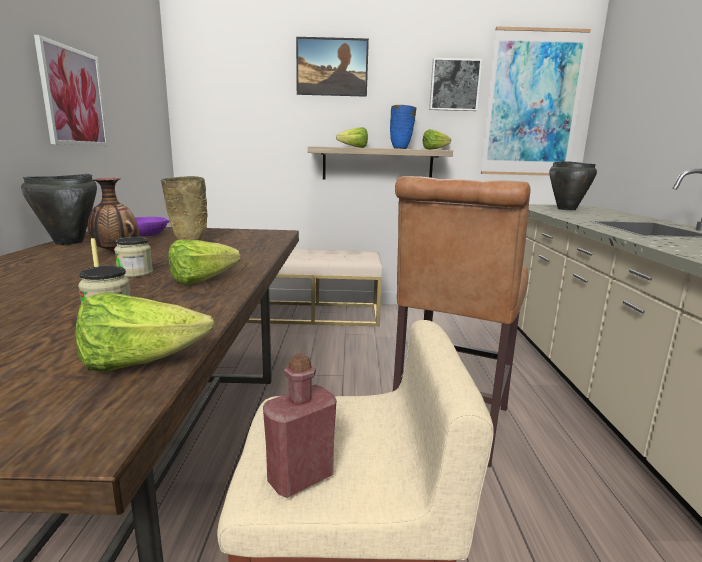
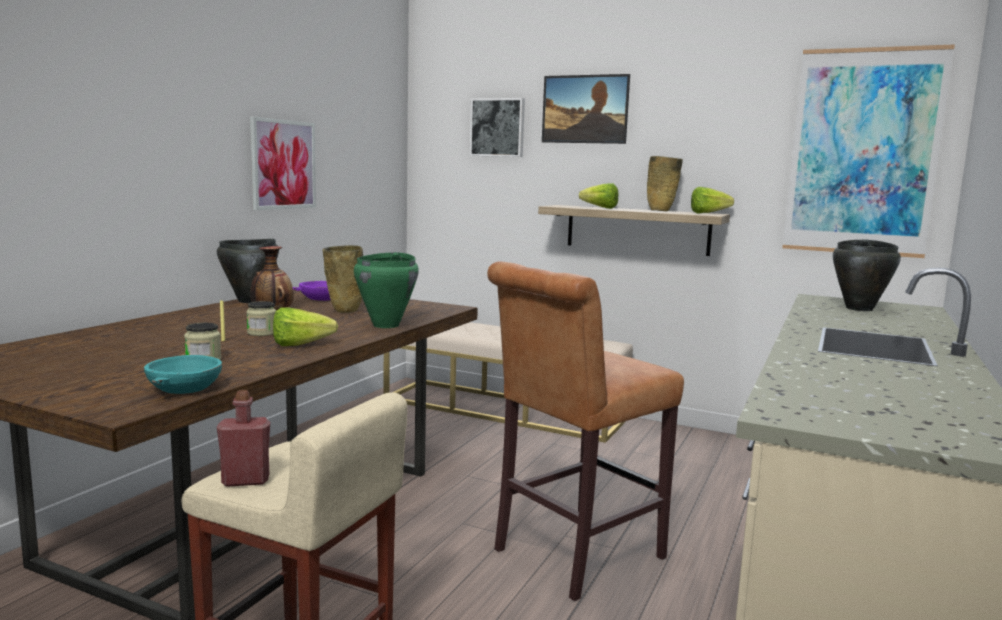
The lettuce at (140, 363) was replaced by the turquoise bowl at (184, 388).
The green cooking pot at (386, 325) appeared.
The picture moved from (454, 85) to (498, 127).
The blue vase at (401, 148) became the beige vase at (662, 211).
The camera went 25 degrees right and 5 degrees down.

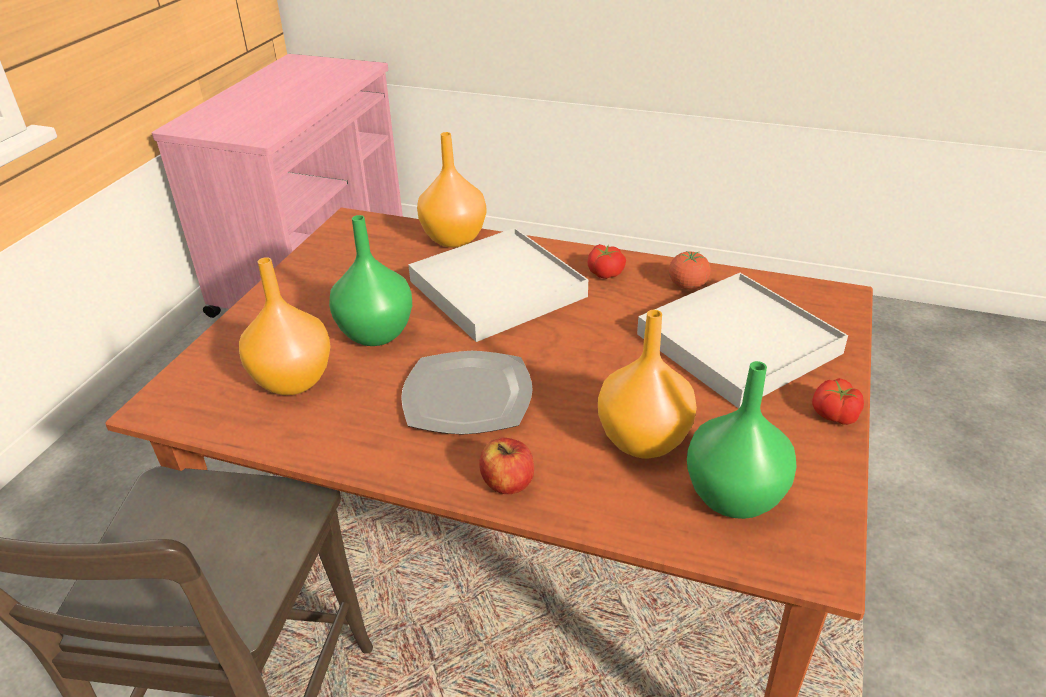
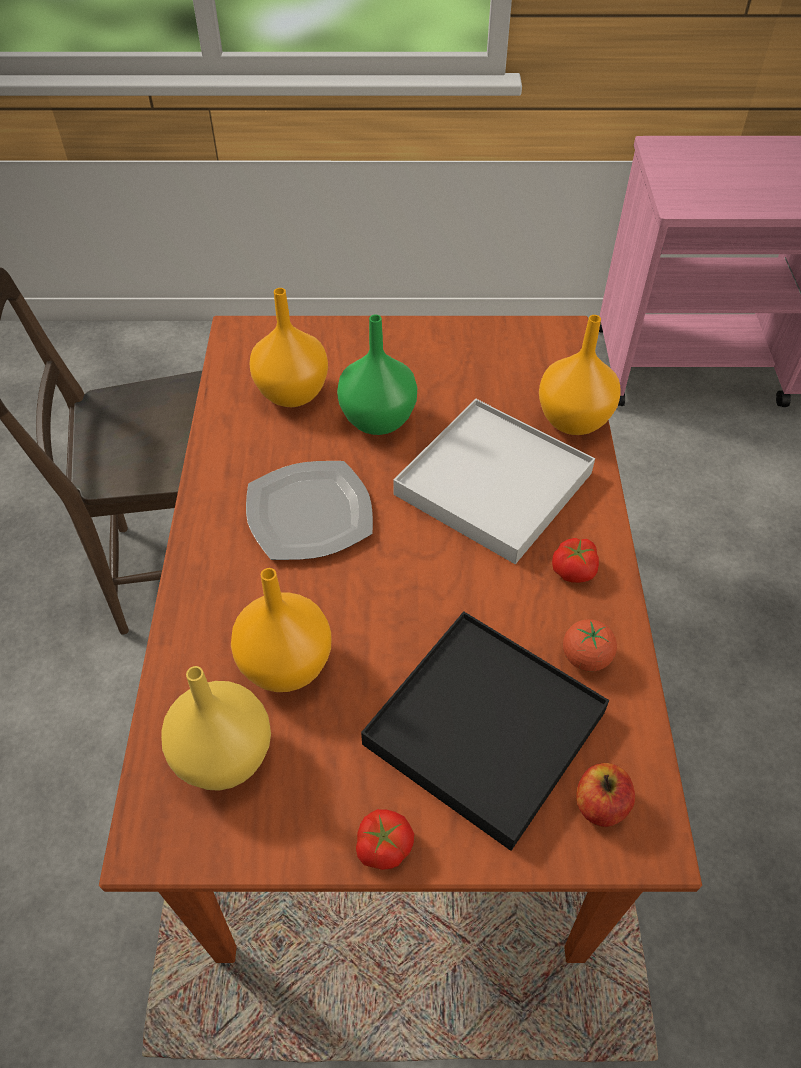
The green vase at (733, 499) became the yellow vase at (222, 756).
The white tray at (737, 344) became the black tray at (484, 728).
The apple moved from (508, 483) to (600, 805).
The camera went 70 degrees right and 15 degrees up.

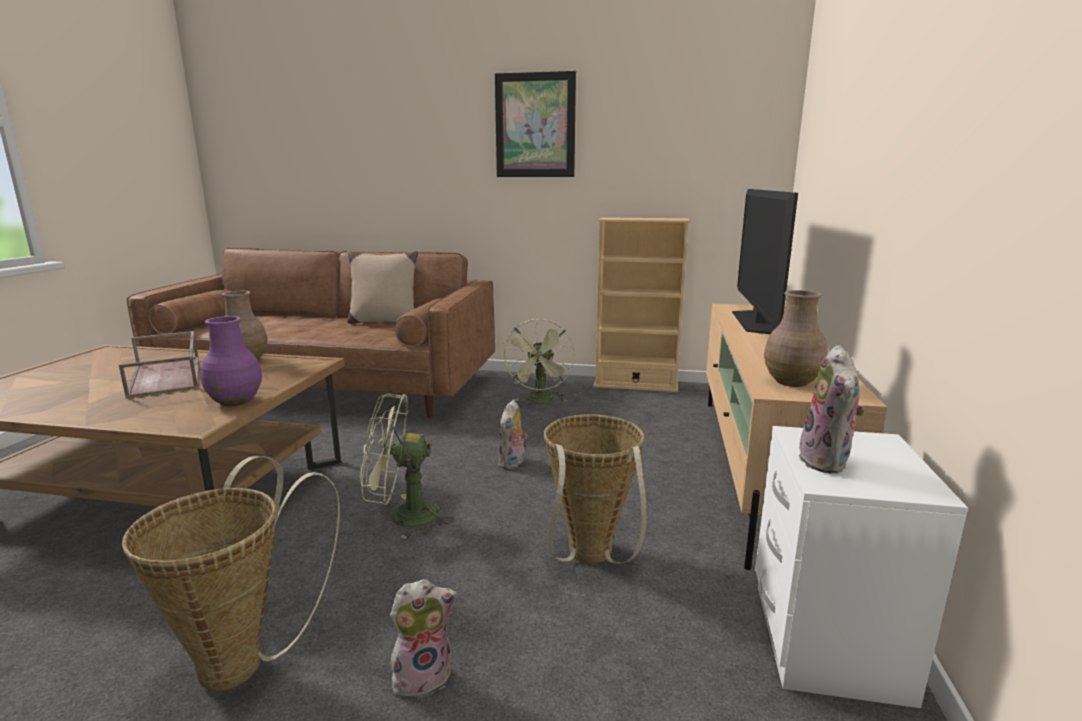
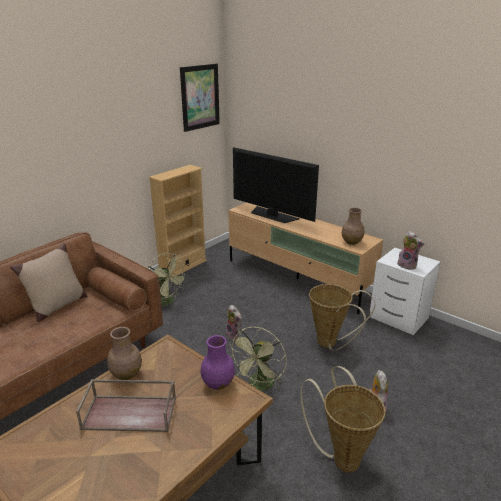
The picture moved from (535, 126) to (200, 97).
The camera went 60 degrees left and 10 degrees up.

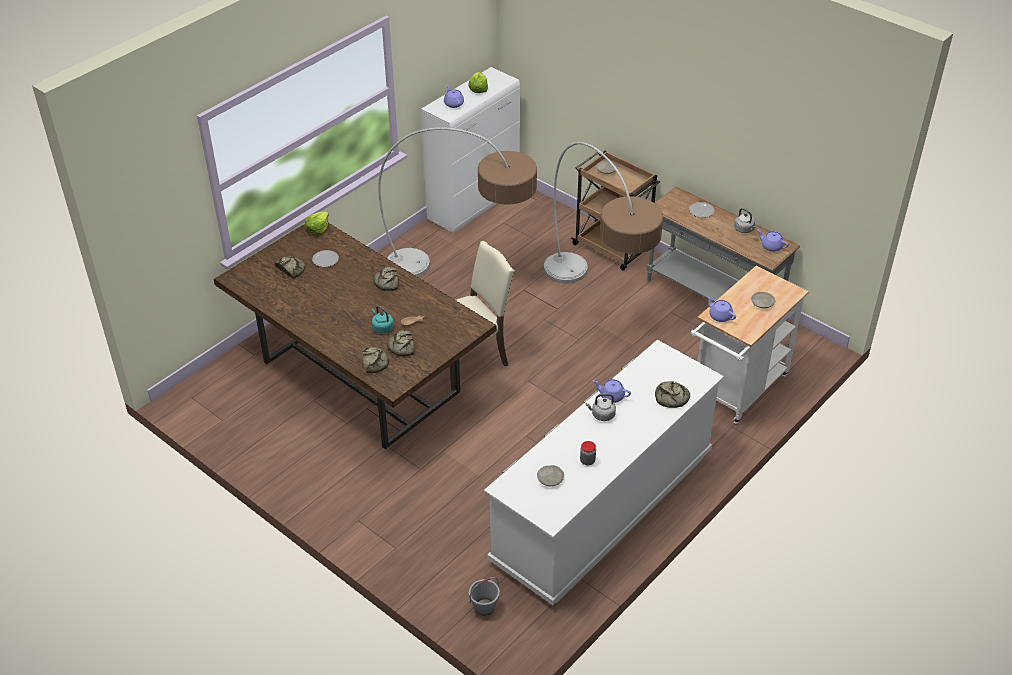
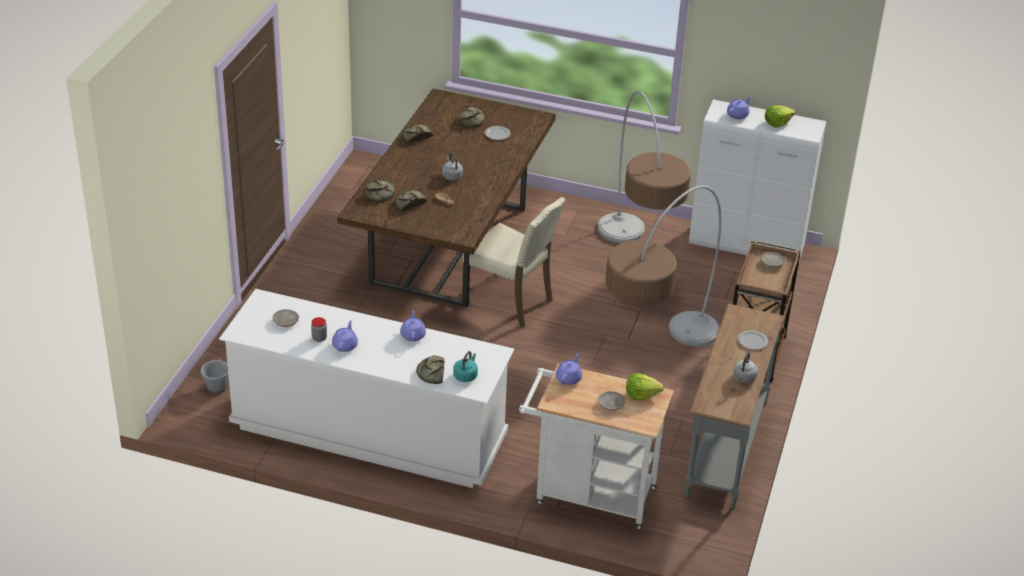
The purple teapot moved from (771, 246) to (345, 345).
The bread moved from (387, 282) to (416, 137).
The grey kettle moved from (602, 415) to (451, 176).
The turquoise kettle moved from (382, 328) to (466, 375).
The lettuce moved from (318, 229) to (641, 394).
The camera went 65 degrees right and 5 degrees down.

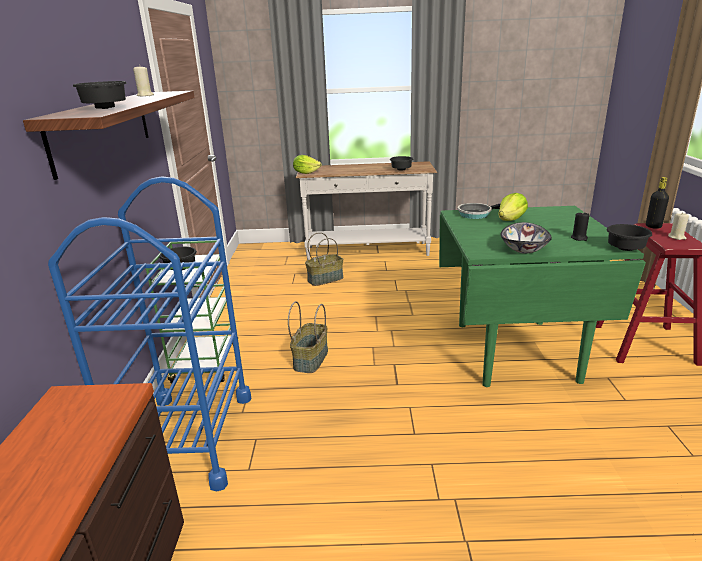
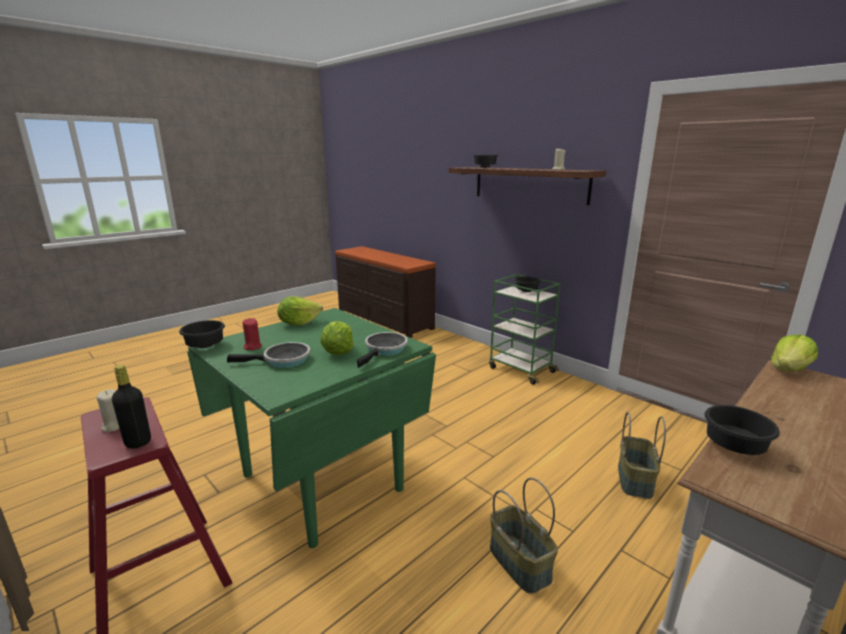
The frying pan at (283, 360) appeared.
The black candle at (579, 238) became the red candle at (252, 347).
The bowl at (524, 249) was replaced by the lettuce at (299, 323).
The basket moved from (310, 359) to (521, 563).
The blue cart at (188, 439) disappeared.
The camera went 135 degrees right and 5 degrees down.

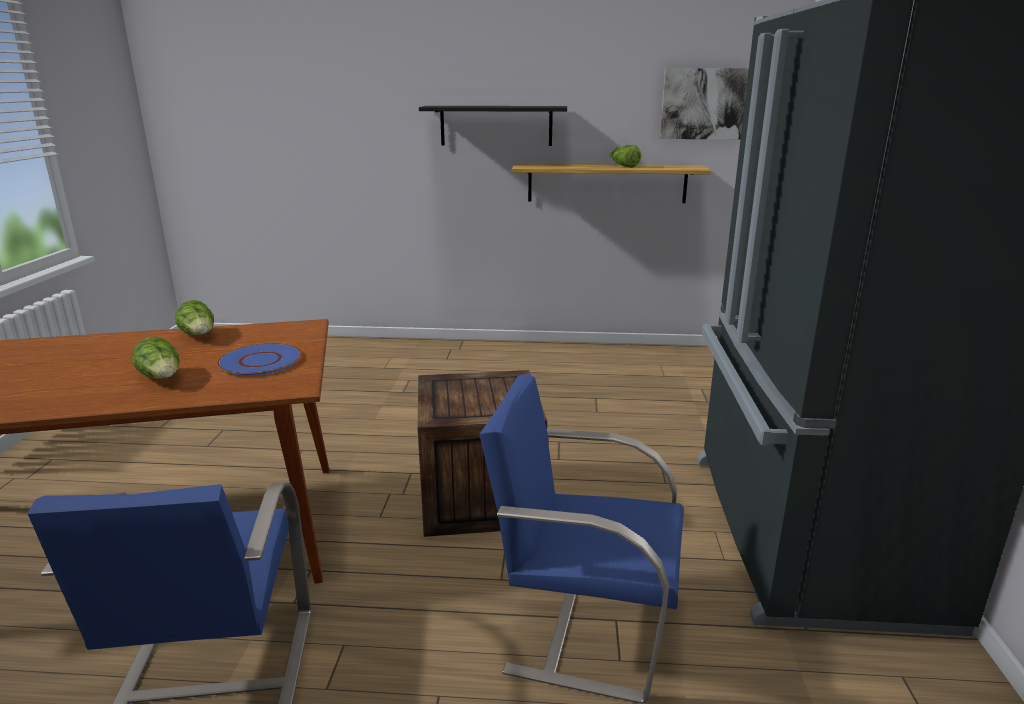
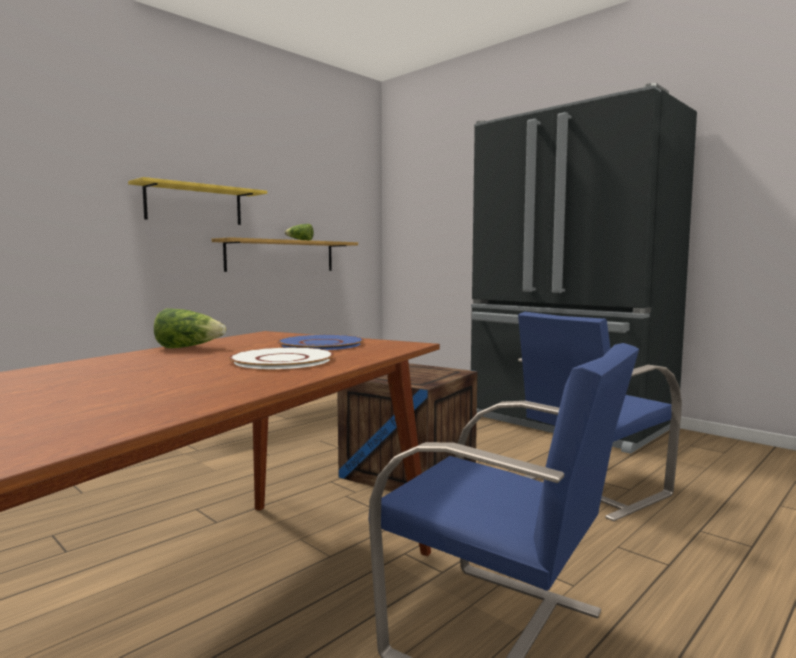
The black shelf at (496, 125) became the yellow shelf at (194, 205).
The lettuce at (162, 378) was replaced by the white plate at (282, 360).
The picture at (712, 104) disappeared.
The camera went 50 degrees left and 15 degrees down.

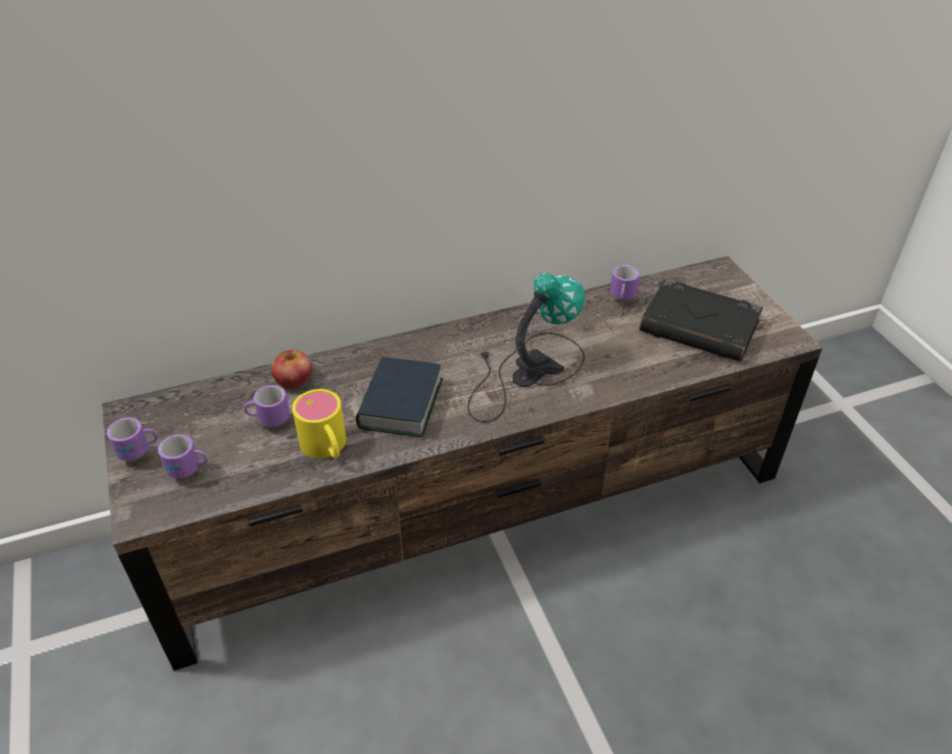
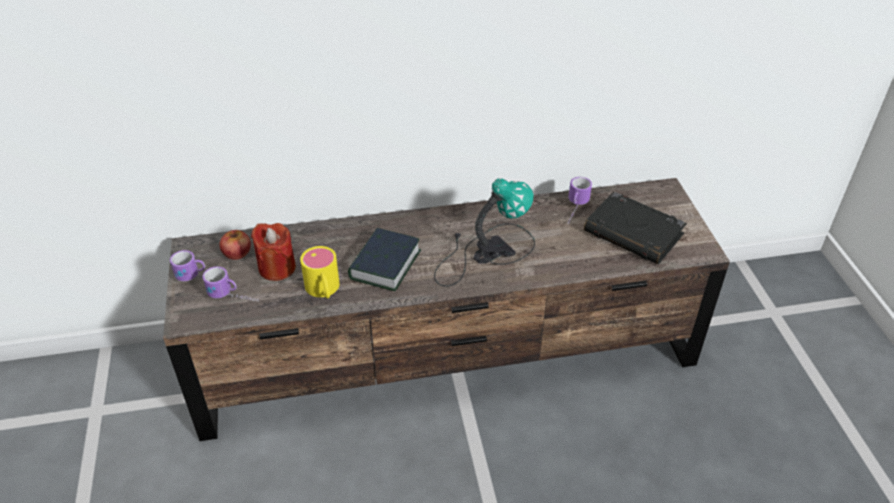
The apple moved from (293, 379) to (237, 252).
The mug at (256, 426) was replaced by the red candle at (277, 268).
The camera went 10 degrees right and 0 degrees up.

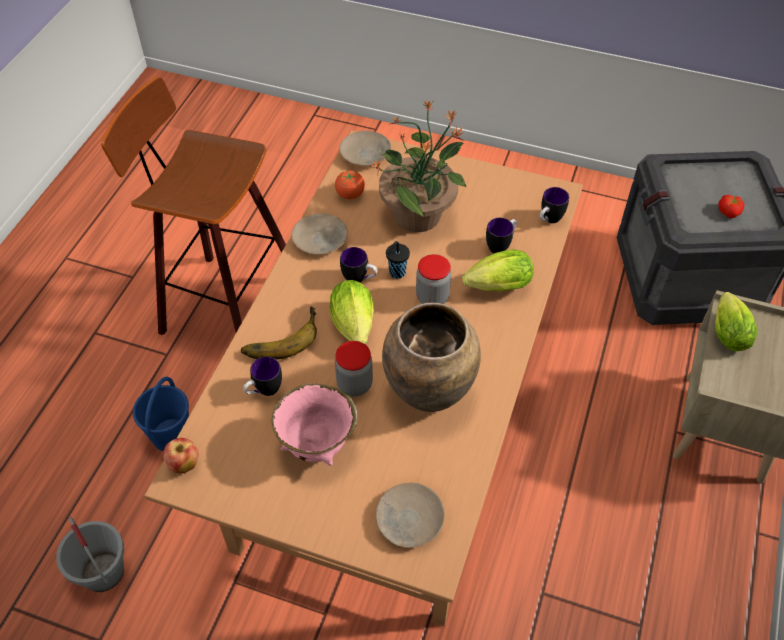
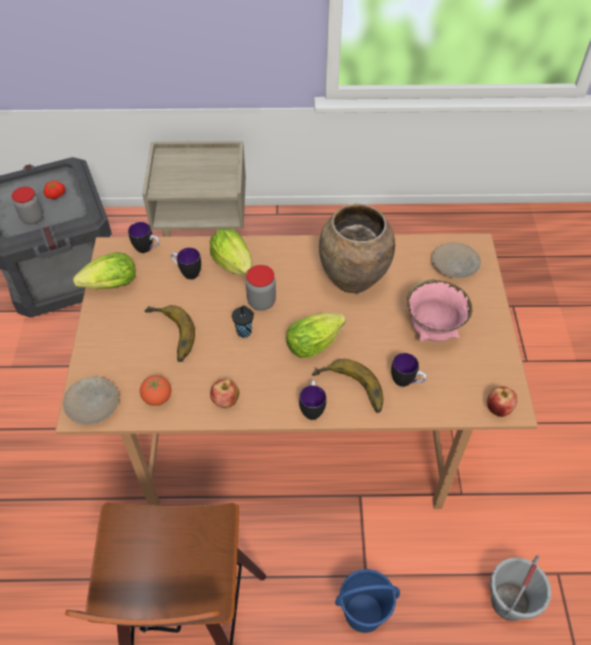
The jar moved from (354, 384) to (32, 218).
The lettuce moved from (727, 331) to (107, 286).
The potted plant at (419, 215) was replaced by the banana at (168, 336).
The beige plate at (320, 239) was replaced by the apple at (225, 401).
The mug moved from (359, 279) to (312, 408).
The camera went 110 degrees left and 0 degrees up.

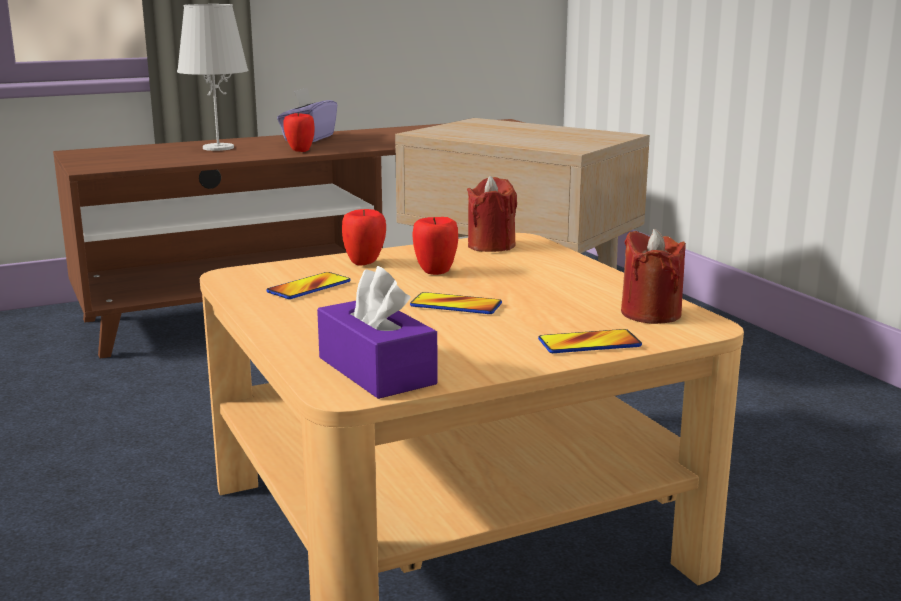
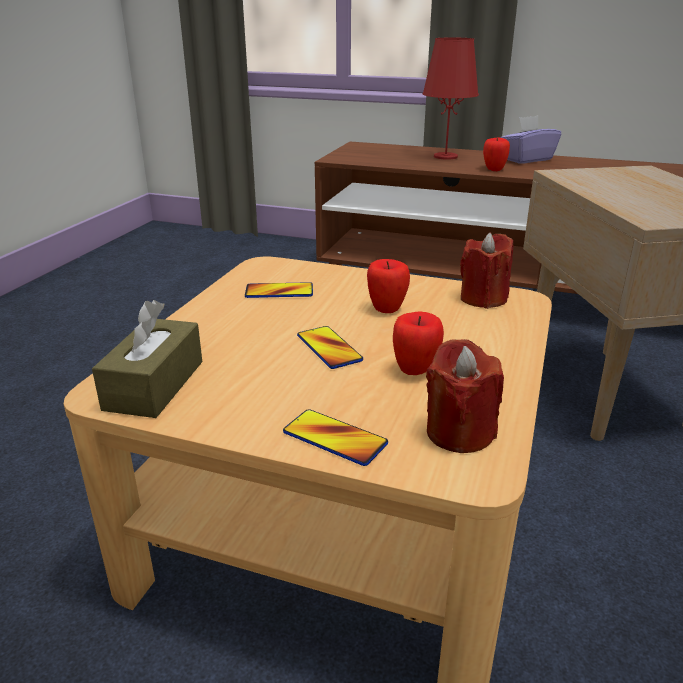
The purple tissue box at (376, 371) became the brown tissue box at (154, 385).
The apple moved from (365, 263) to (415, 371).
The white table lamp at (217, 148) became the red table lamp at (445, 156).
The camera went 45 degrees right and 10 degrees up.

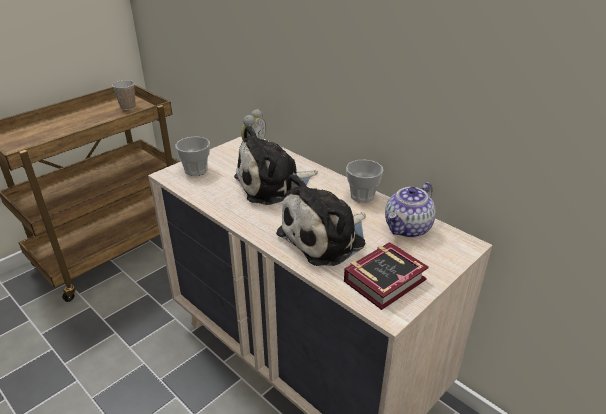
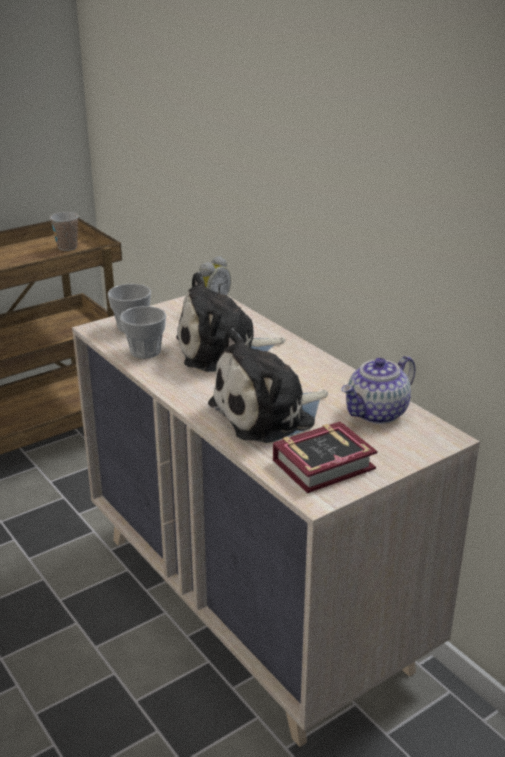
The cup moved from (362, 196) to (145, 351).
The camera went 10 degrees right and 5 degrees down.

